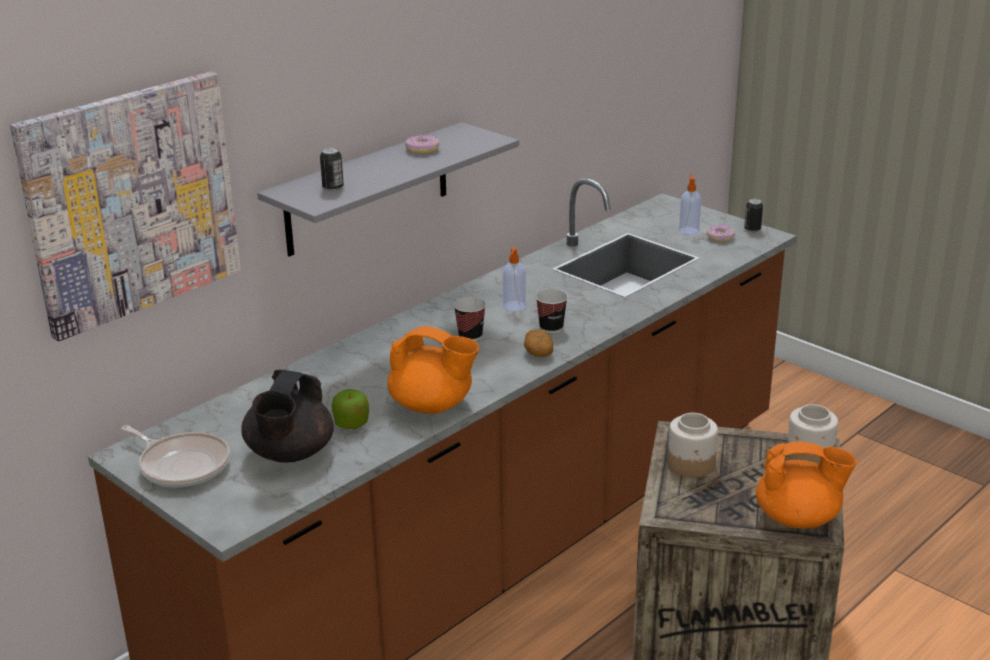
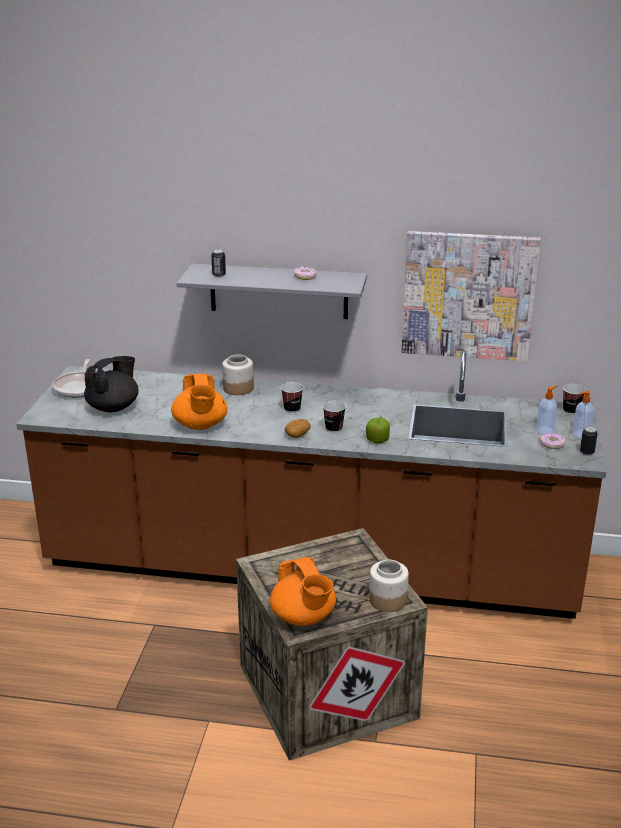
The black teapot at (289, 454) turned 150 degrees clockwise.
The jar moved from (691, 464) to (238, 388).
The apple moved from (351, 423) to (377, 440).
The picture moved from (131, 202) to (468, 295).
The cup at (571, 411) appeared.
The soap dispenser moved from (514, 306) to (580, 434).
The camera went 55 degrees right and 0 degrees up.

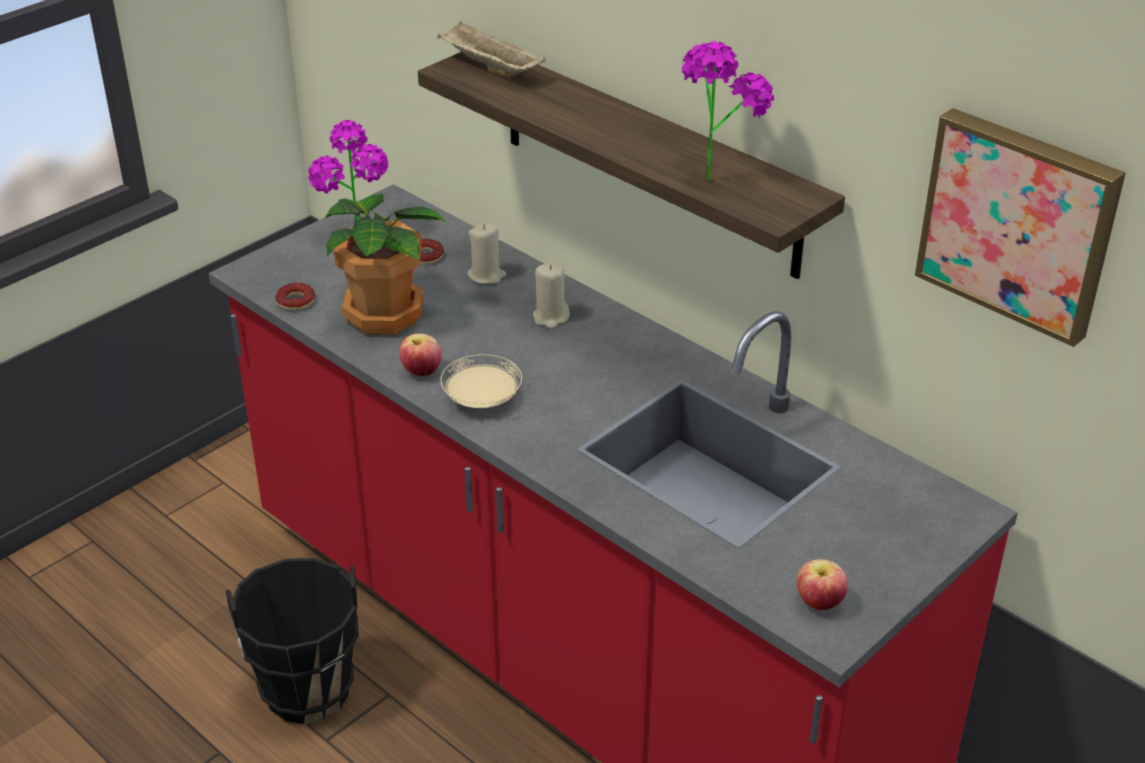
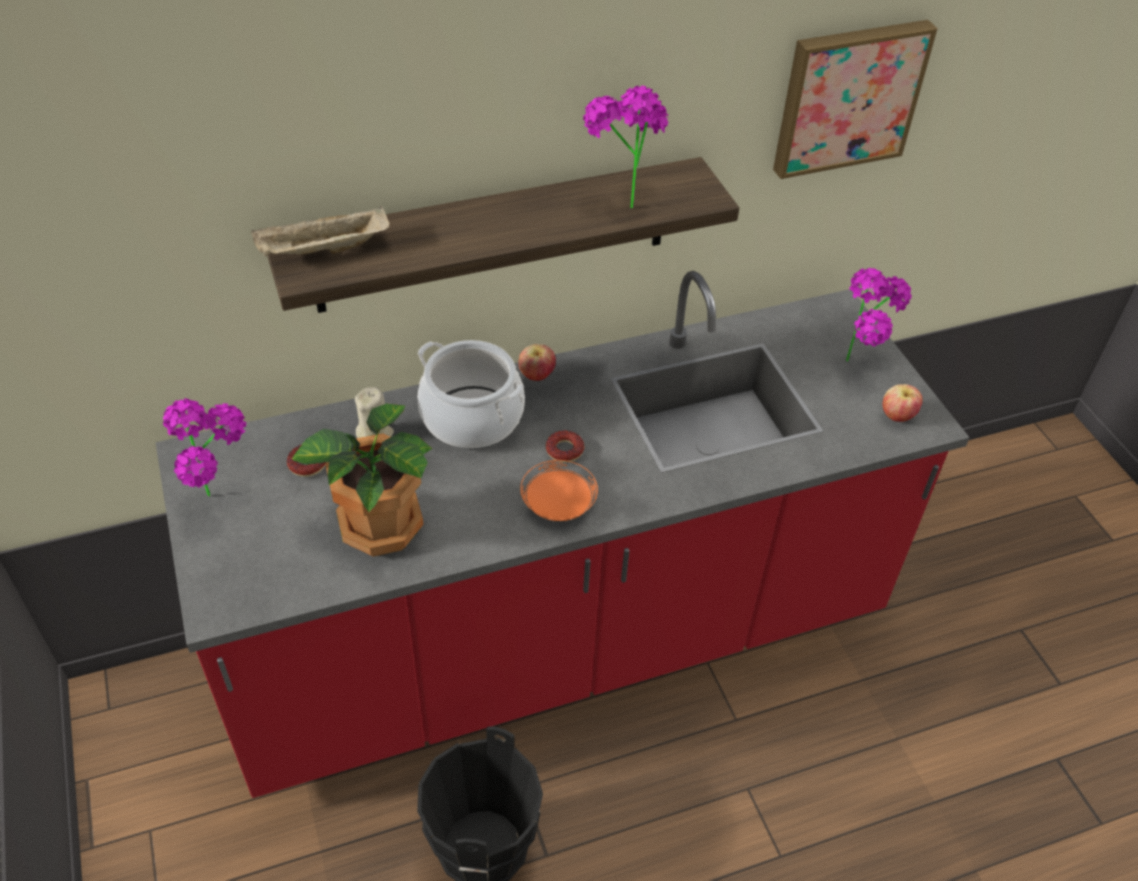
The beige candle at (551, 317) was replaced by the cooking pot at (472, 418).
The apple moved from (421, 371) to (537, 375).
The beige plate at (481, 400) became the orange plate at (558, 505).
The donut moved from (296, 301) to (564, 450).
The potted plant at (861, 365) appeared.
The camera went 65 degrees left and 10 degrees up.

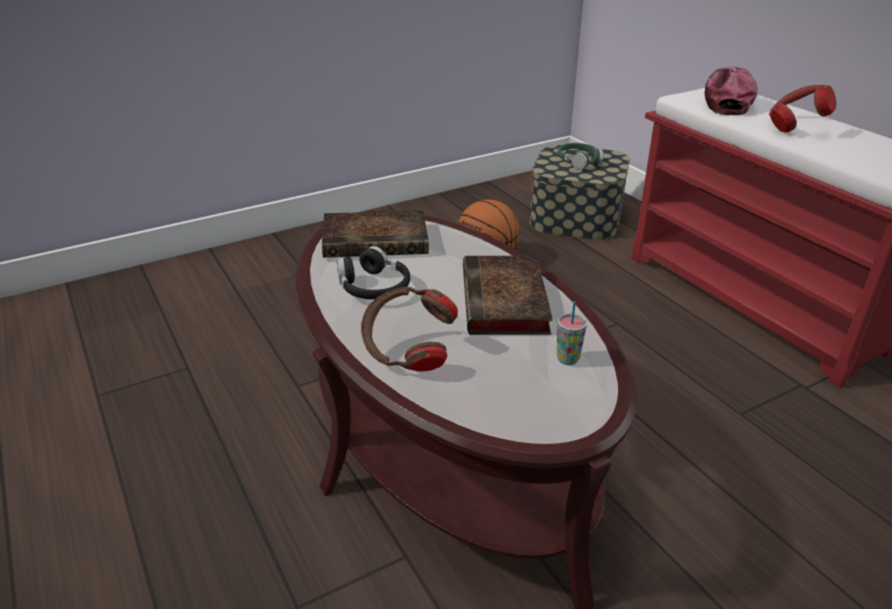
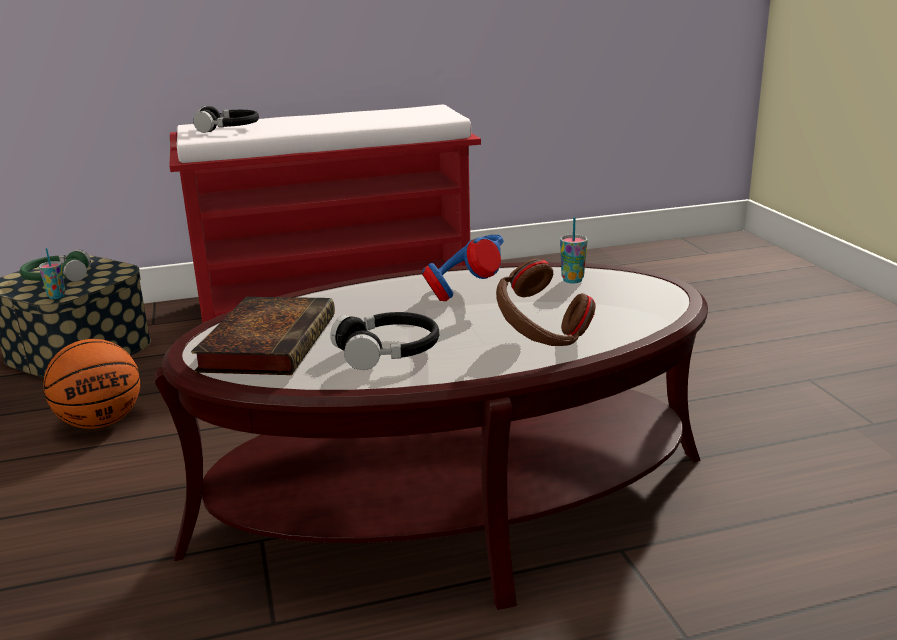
The cup at (56, 296) appeared.
The cap at (725, 101) was replaced by the black headphones at (228, 129).
The book at (506, 303) was replaced by the blue headphones at (466, 292).
The red headphones at (794, 126) disappeared.
The camera went 75 degrees left and 10 degrees down.

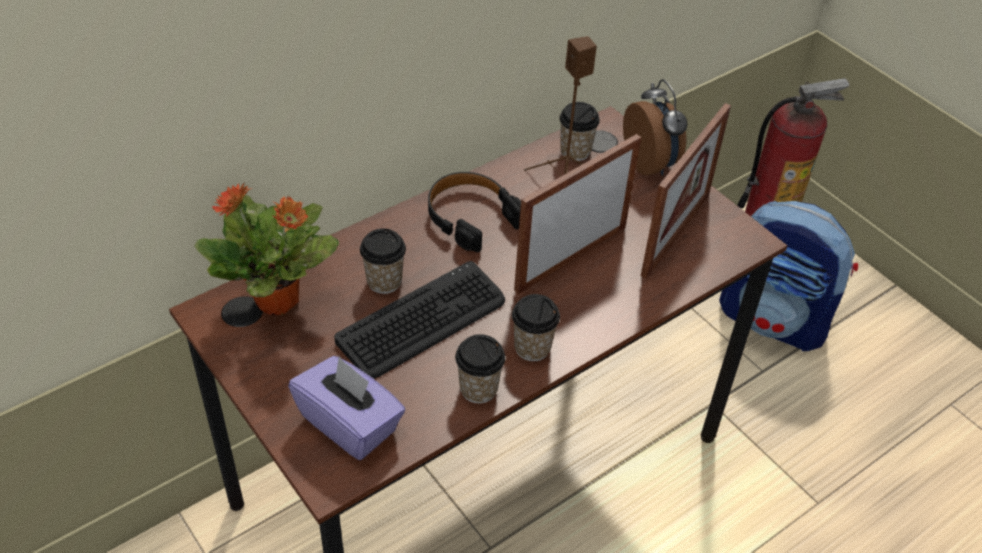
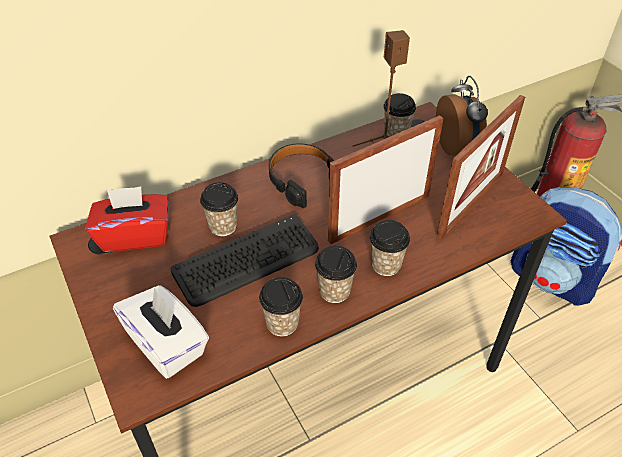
The potted plant at (278, 300) was replaced by the red tissue box at (135, 235).
The purple tissue box at (350, 424) became the white tissue box at (167, 344).
The cup at (386, 265) appeared.
The camera went 10 degrees right and 0 degrees up.

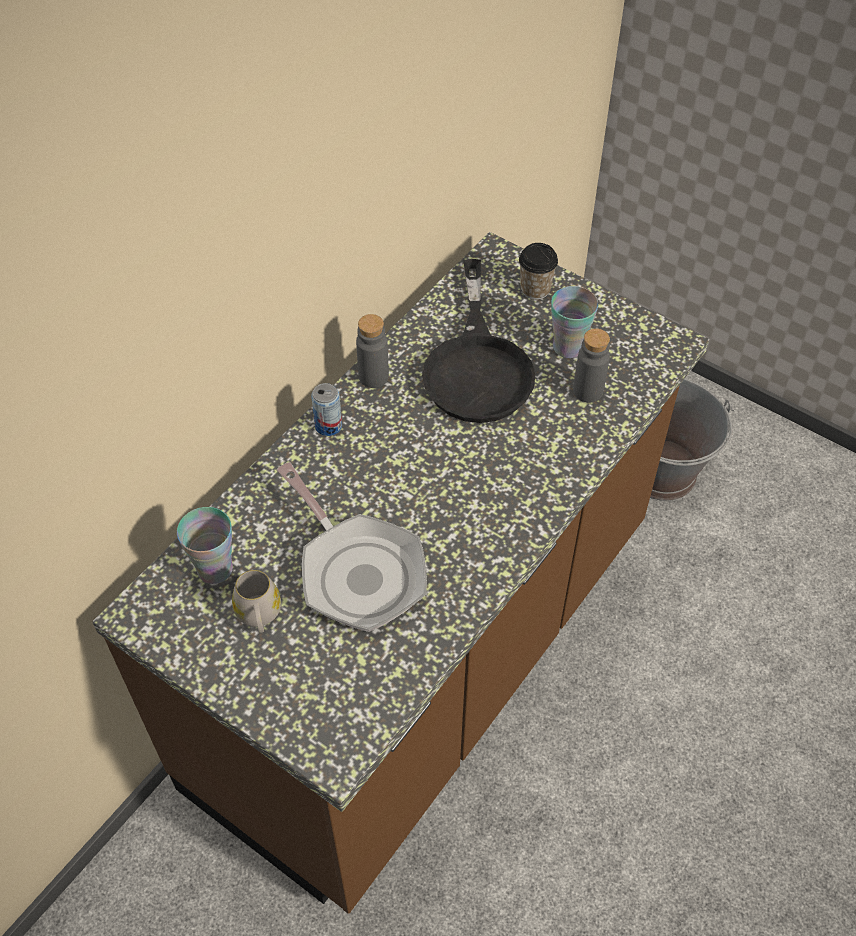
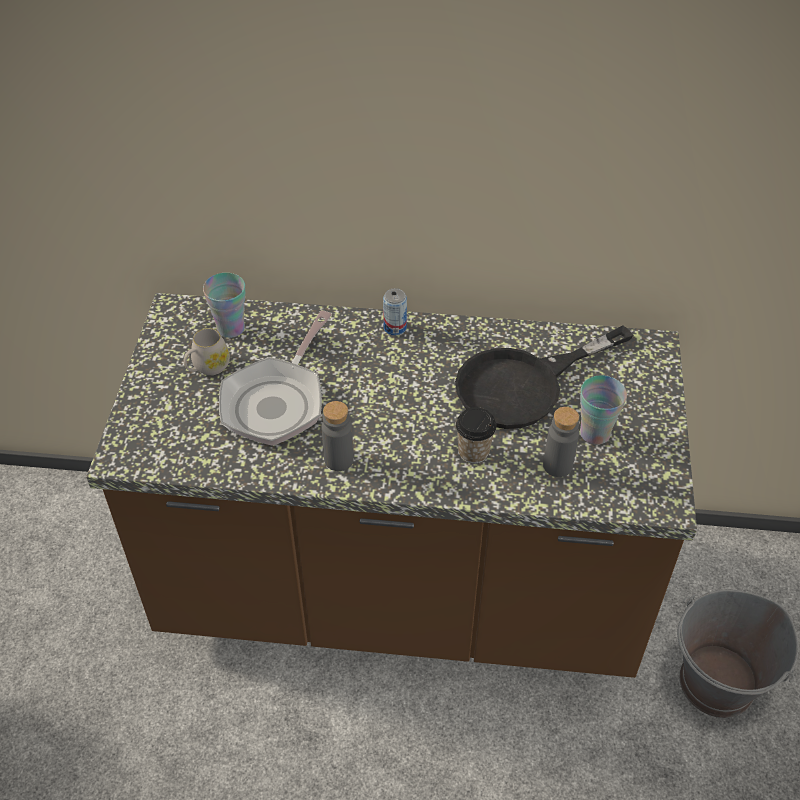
The grey bottle moved from (373, 376) to (339, 459).
The cup moved from (535, 289) to (473, 452).
The camera went 60 degrees right and 5 degrees down.

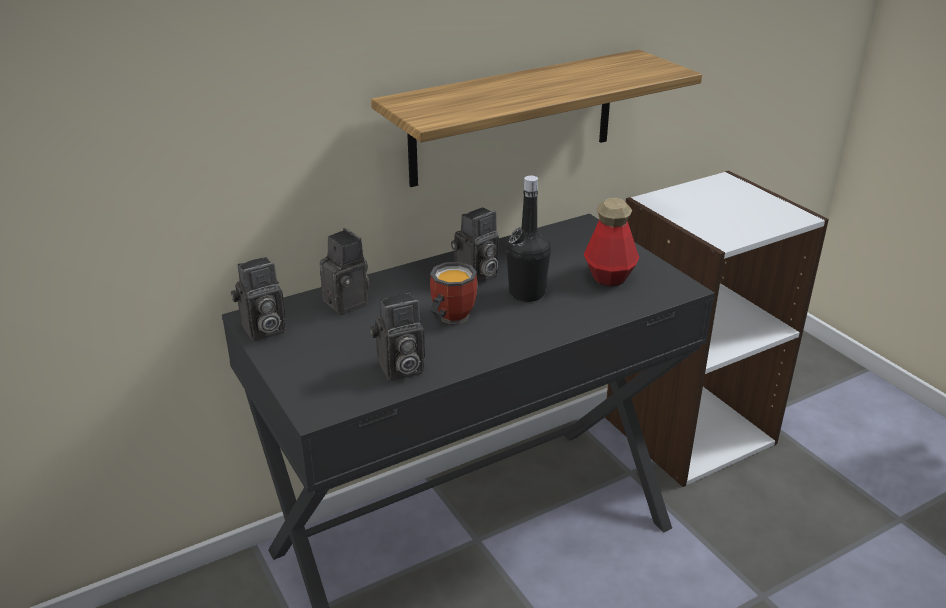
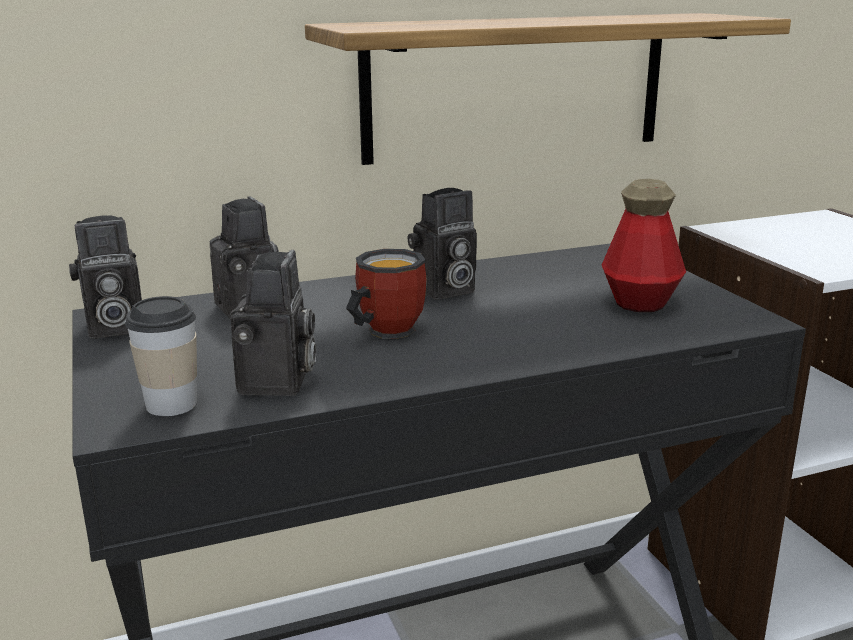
The cup at (171, 404) appeared.
The photo camera at (399, 369) turned 75 degrees counterclockwise.
The black bottle at (526, 293) disappeared.
The camera went 10 degrees right and 10 degrees down.

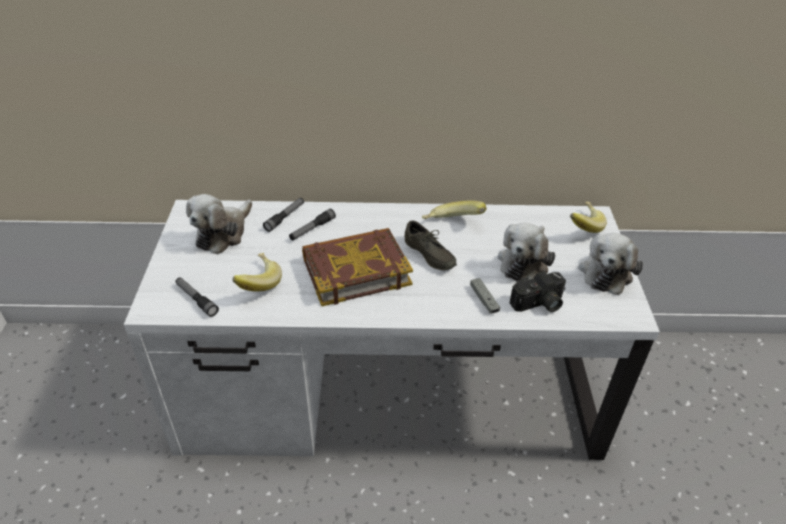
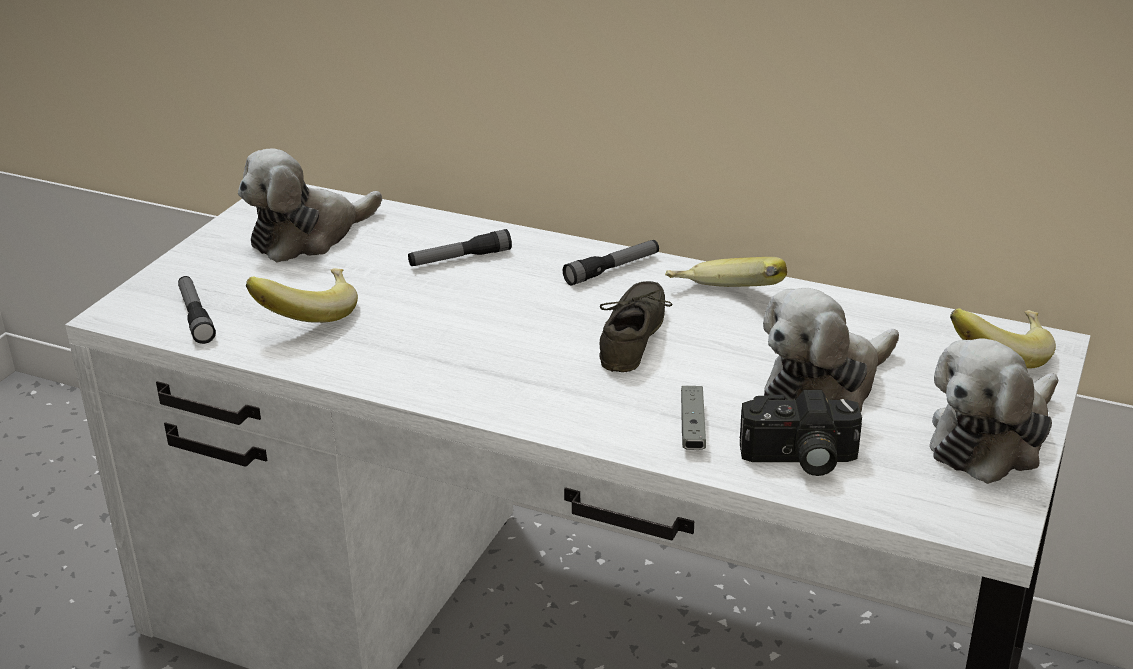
The flashlight moved from (285, 217) to (612, 269).
The grey shoe at (427, 256) turned 150 degrees counterclockwise.
The book at (356, 271) disappeared.
The camera went 25 degrees right and 10 degrees down.

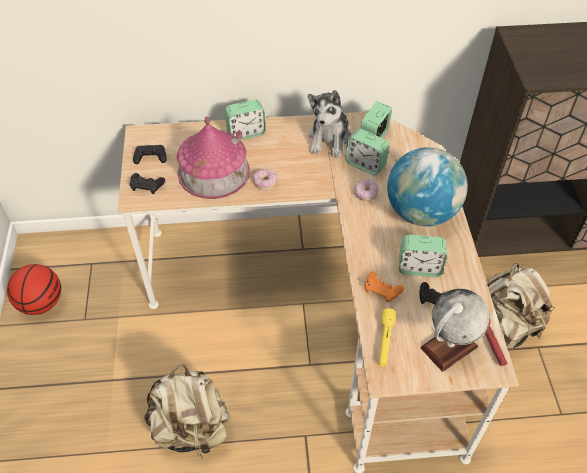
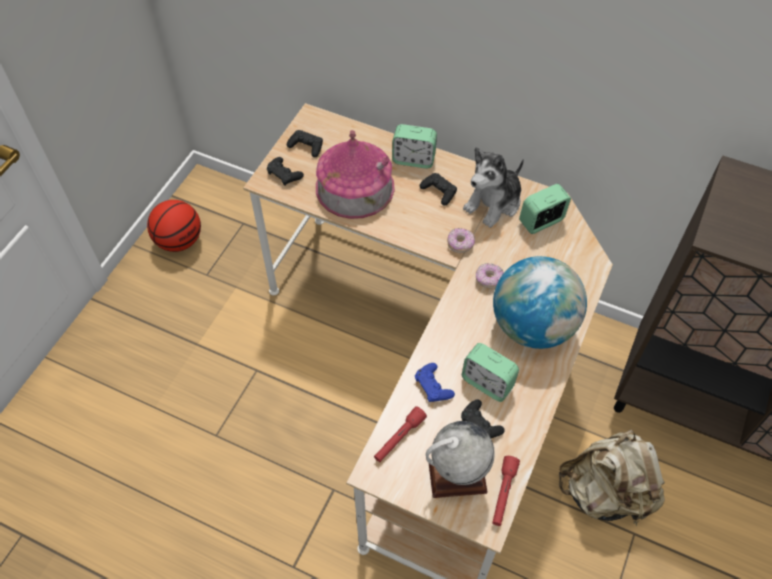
The yellow flashlight at (385, 341) became the red flashlight at (399, 438).
The orange game controller at (382, 290) became the blue game controller at (433, 386).
The black game controller at (439, 191) appeared.
The donut moved from (265, 183) to (460, 244).
The beige backpack at (191, 427) disappeared.
The alarm clock at (365, 164) disappeared.
The camera went 30 degrees right and 5 degrees up.

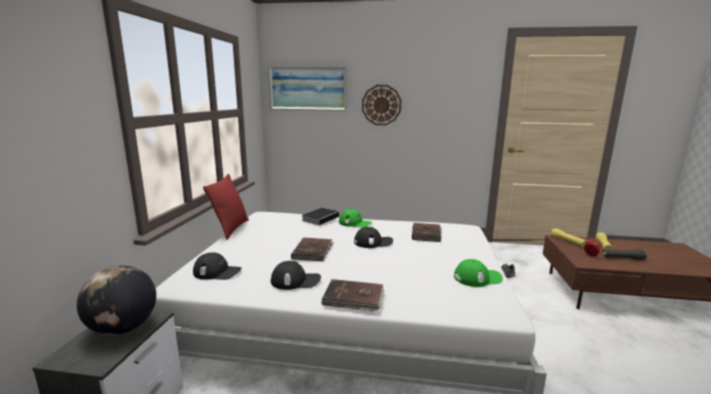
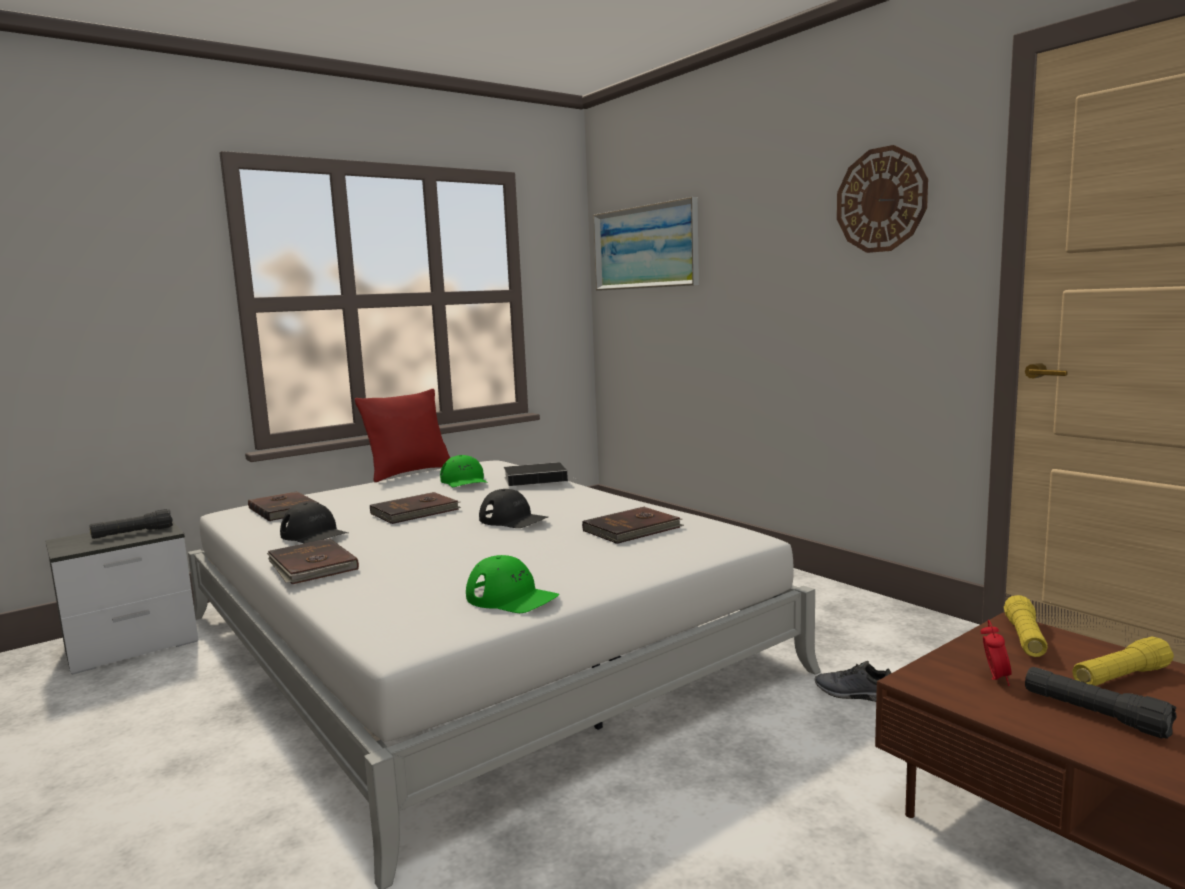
The globe at (123, 328) was replaced by the black flashlight at (133, 533).
The black cap at (217, 272) was replaced by the brown book at (285, 509).
The green cap moved from (355, 223) to (464, 481).
The wall clock moved from (381, 105) to (881, 200).
The camera went 45 degrees right and 5 degrees down.

